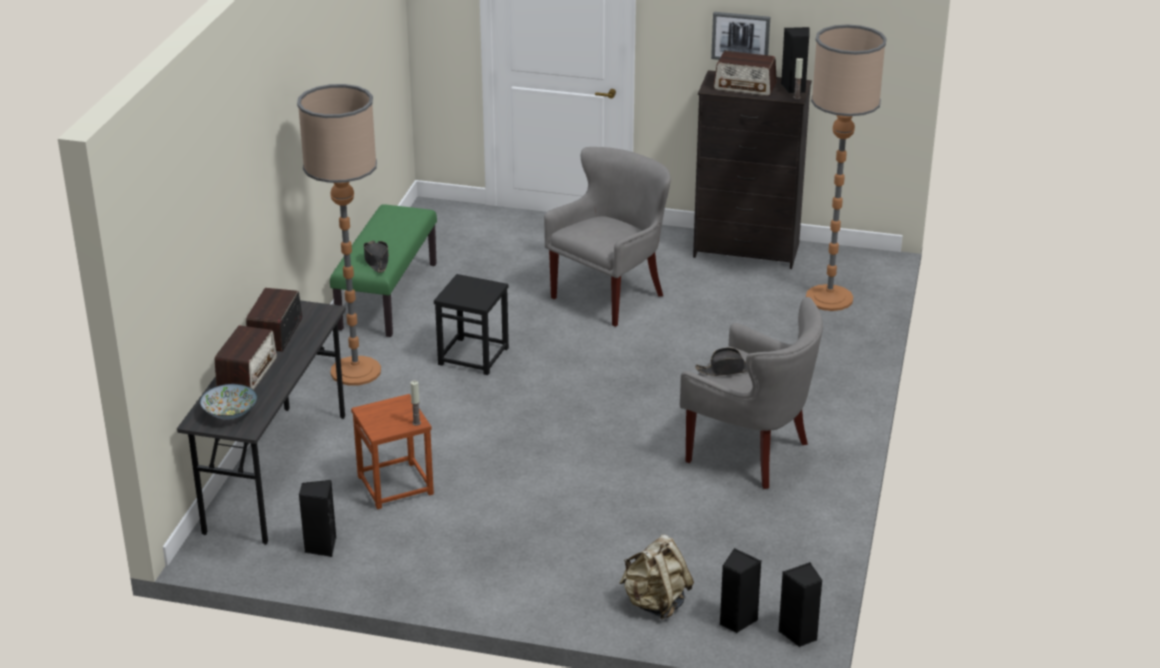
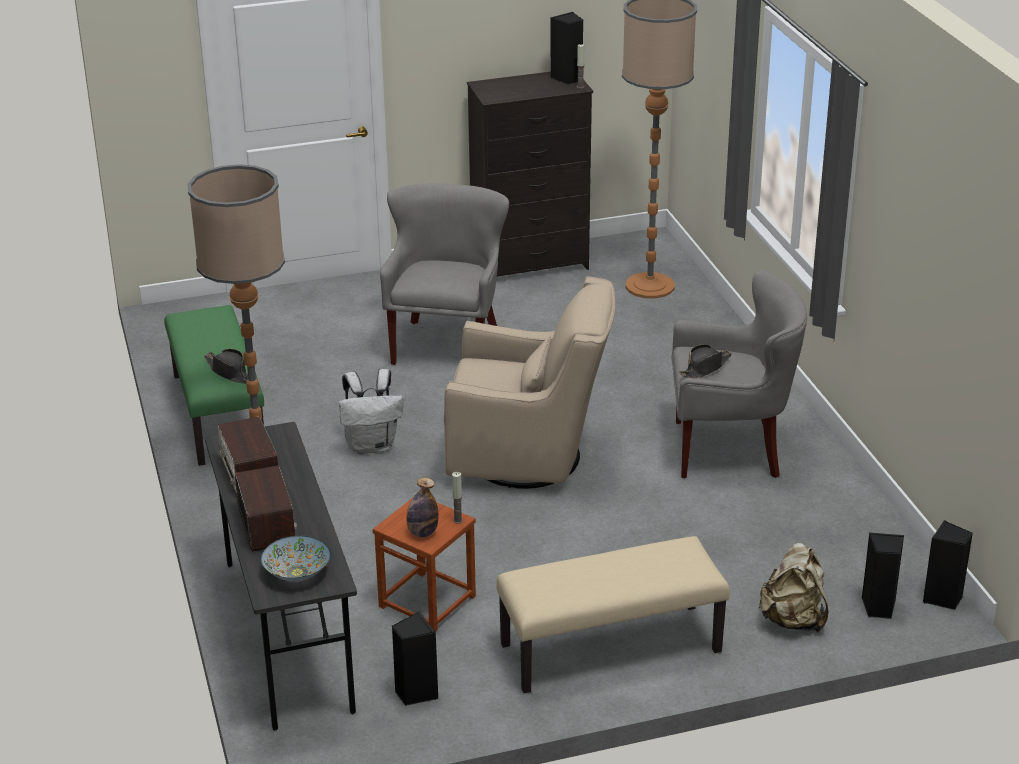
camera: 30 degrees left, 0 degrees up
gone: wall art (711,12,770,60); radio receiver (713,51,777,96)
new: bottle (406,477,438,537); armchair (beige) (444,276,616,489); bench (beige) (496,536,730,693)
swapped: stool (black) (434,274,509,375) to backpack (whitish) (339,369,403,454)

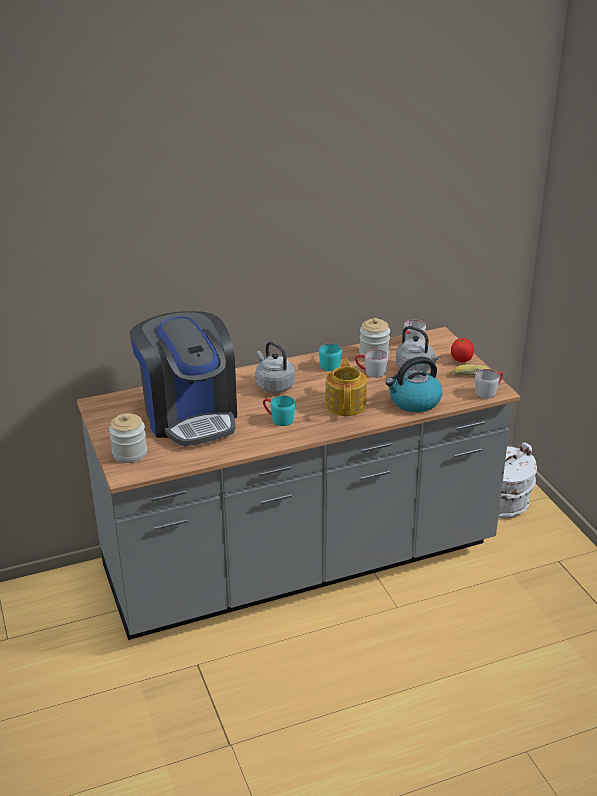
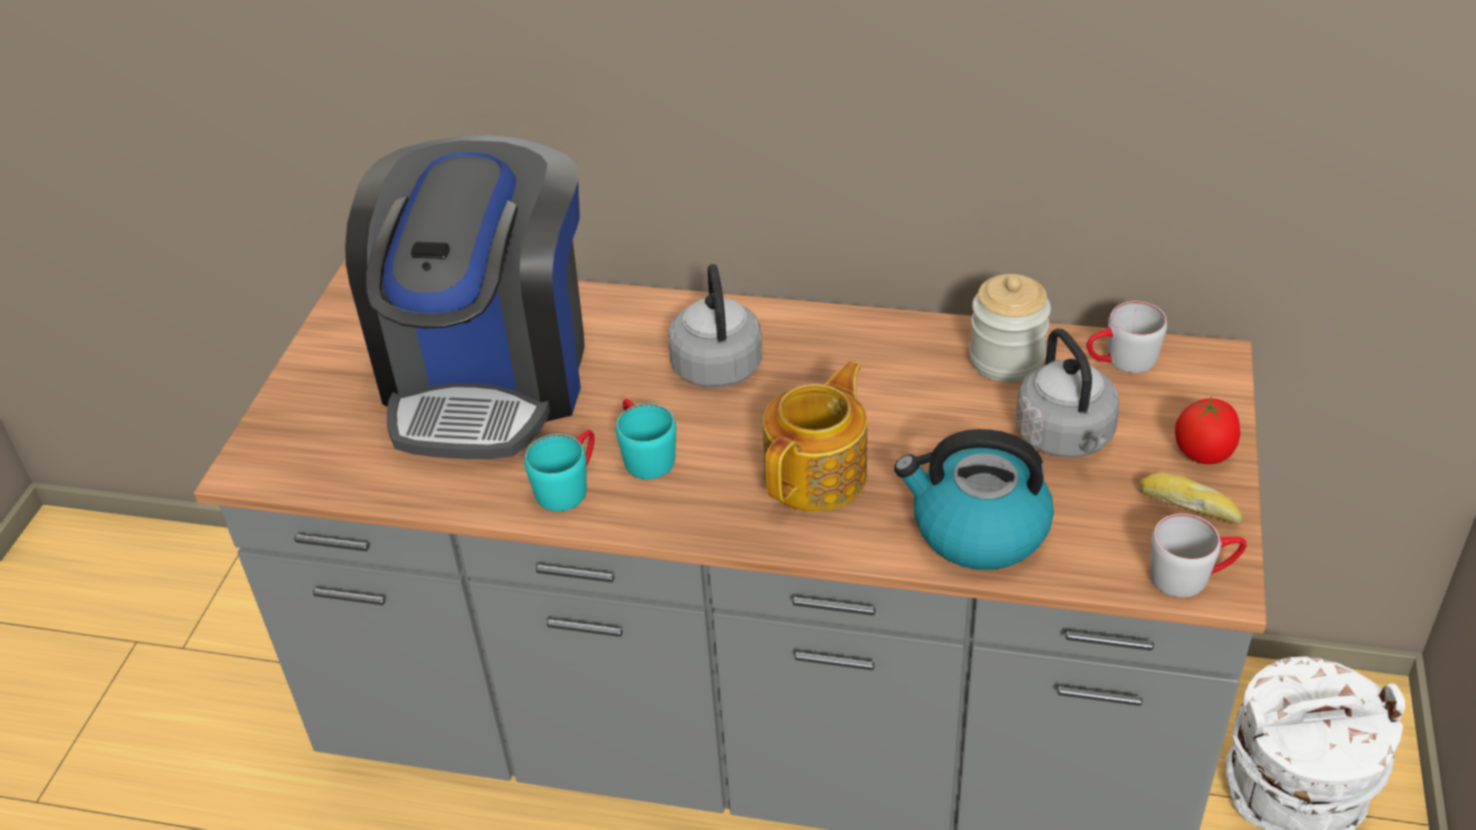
camera: 35 degrees right, 10 degrees up
gone: jar (109,413,147,463); coffee mug (grey) (355,349,388,378)
shifted: coffee mug (turquoise-coloured) (319,342,342,371) to (524,430,595,511)

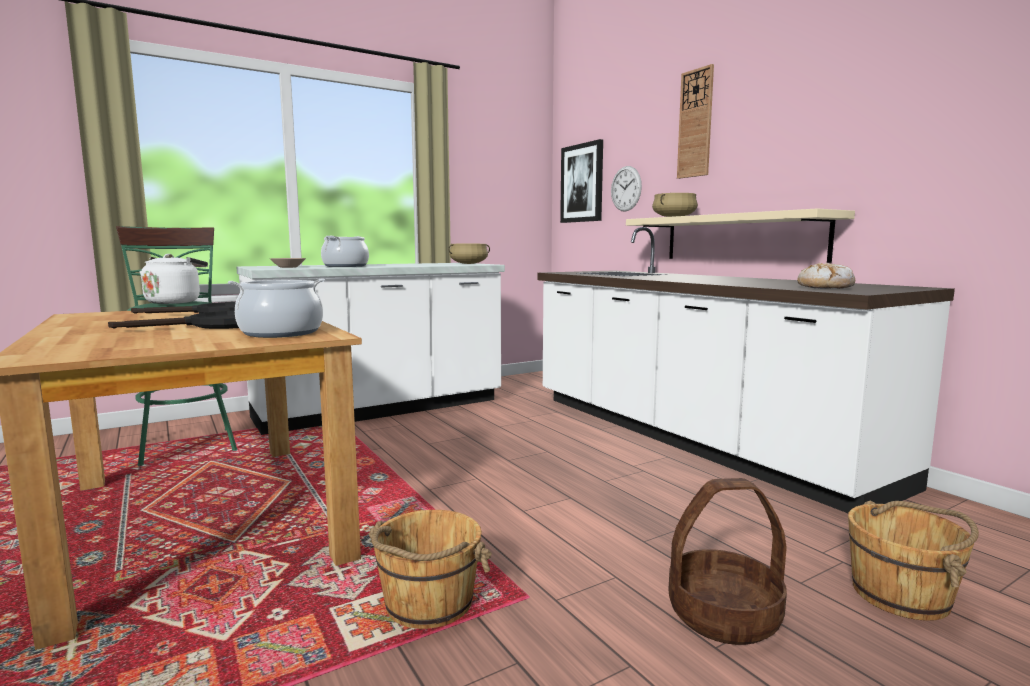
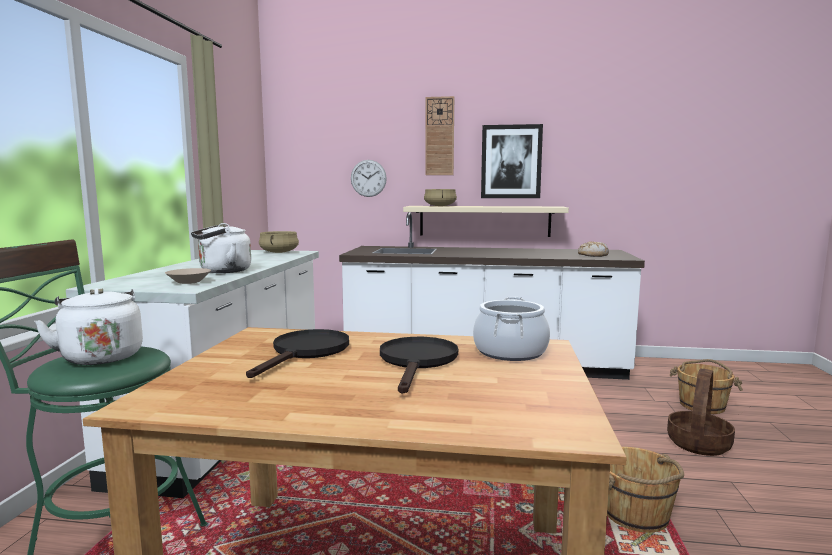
camera: 50 degrees left, 0 degrees up
shifted: wall art (560,139,603,223) to (481,124,543,198)
swapped: saucepot (321,236,369,267) to tea kettle (whitish) (191,223,251,273)

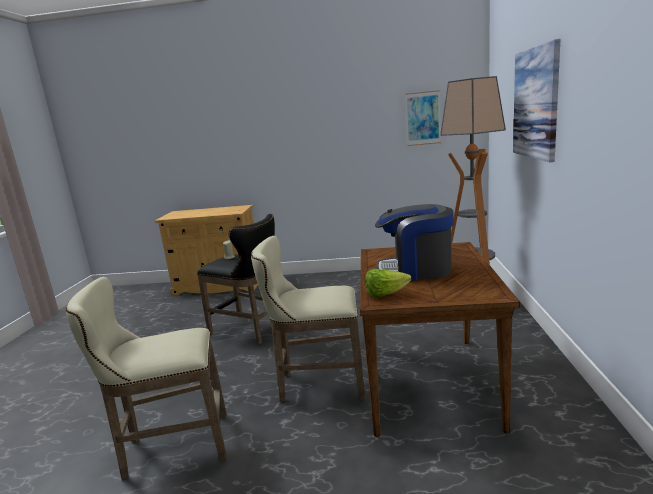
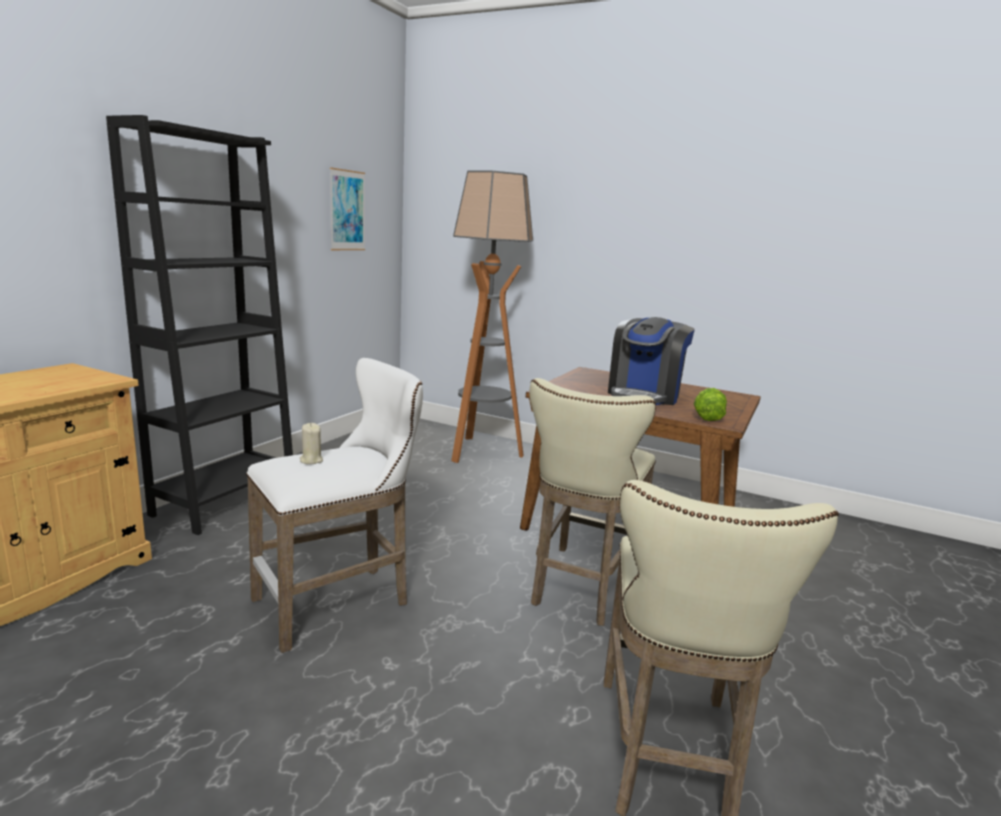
camera: 70 degrees left, 0 degrees up
gone: wall art (513,39,560,162)
new: bookcase (black) (106,115,293,535)
repainted: stool (black) (197,214,275,344) to stool (whitish) (246,358,423,653)

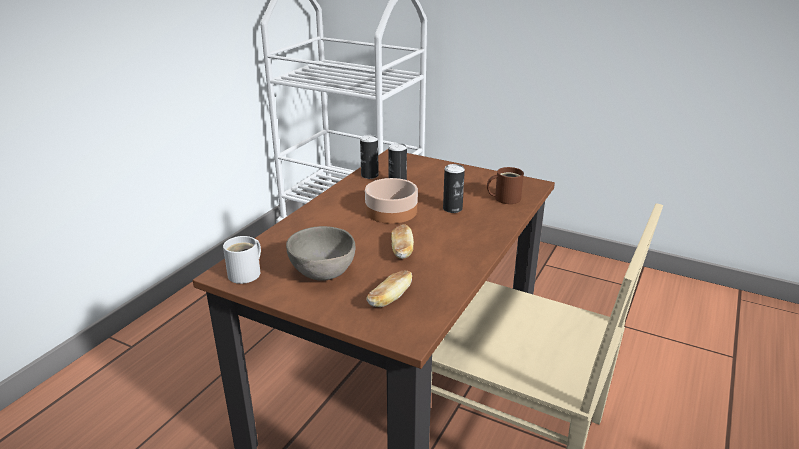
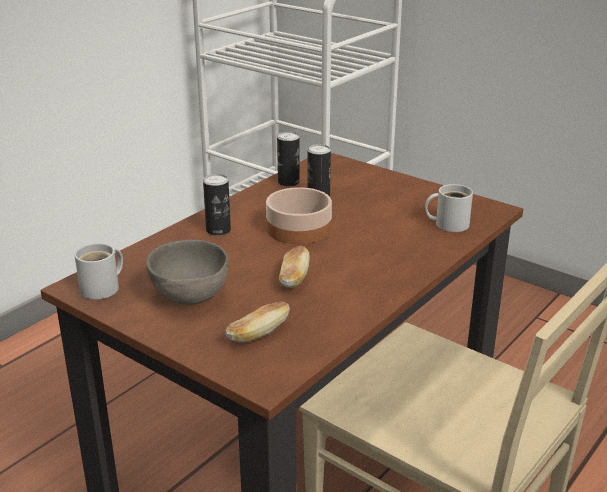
camera: 10 degrees right, 0 degrees up
shifted: sealed can (443,164,465,213) to (203,174,231,236)
repainted: coffee mug (brown) (487,167,524,204) to coffee mug (whitish) (425,184,473,232)

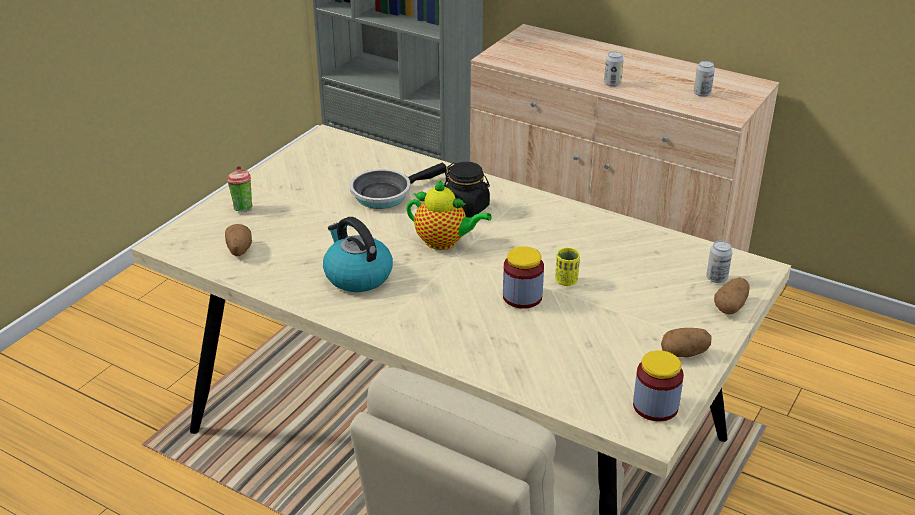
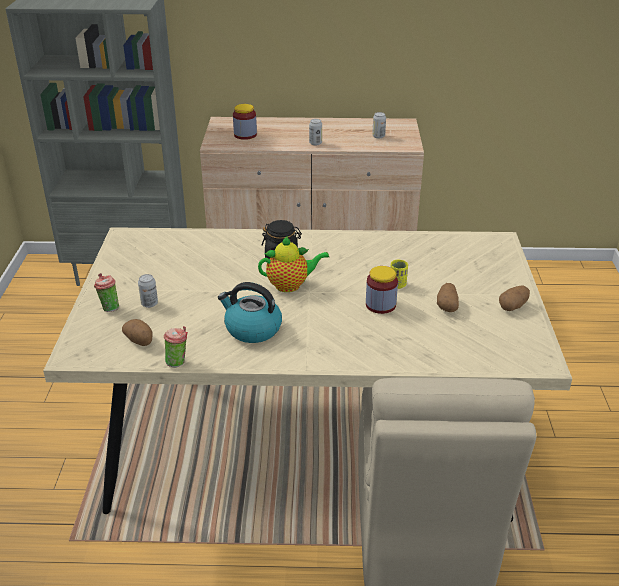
camera: 30 degrees left, 0 degrees up
gone: pan (350,162,447,209)
new: small cup (164,326,188,368)
shifted: jar (633,350,684,421) to (233,104,257,140); sealed can (706,241,733,283) to (138,274,158,308); whole potato (714,277,750,314) to (437,283,459,312)

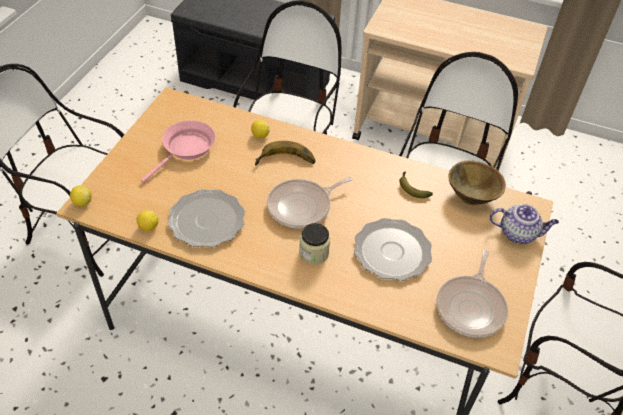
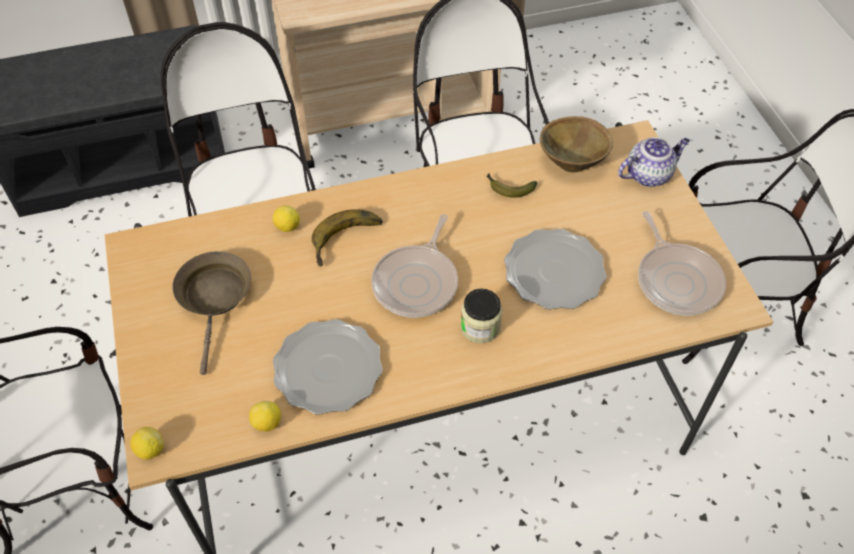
camera: 35 degrees left, 5 degrees up
repainted: pan (pink) (141,120,216,183) to pan (brown) (173,251,251,375)

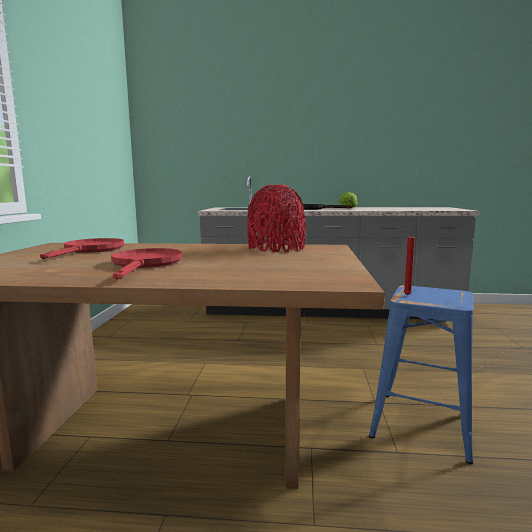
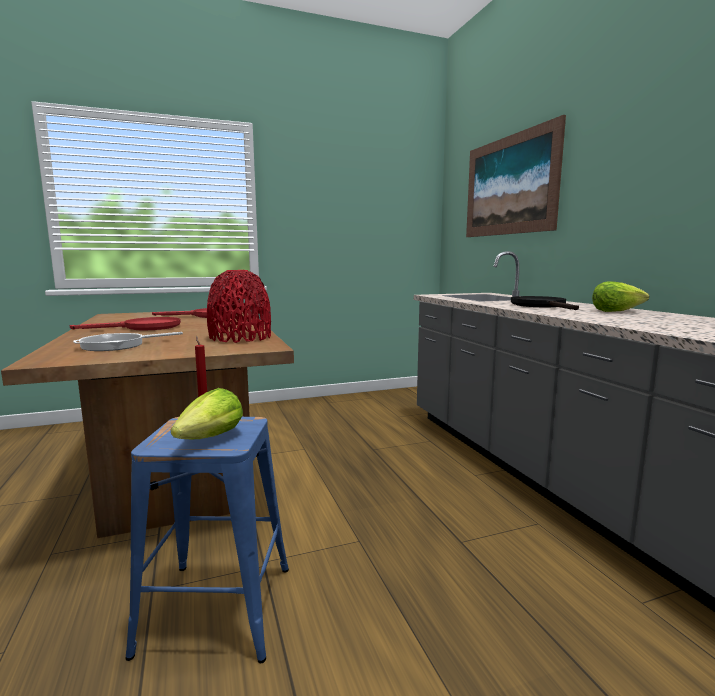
camera: 65 degrees right, 0 degrees up
new: pan (73,332,183,351); lettuce head (171,388,243,439); wall art (466,115,566,237)

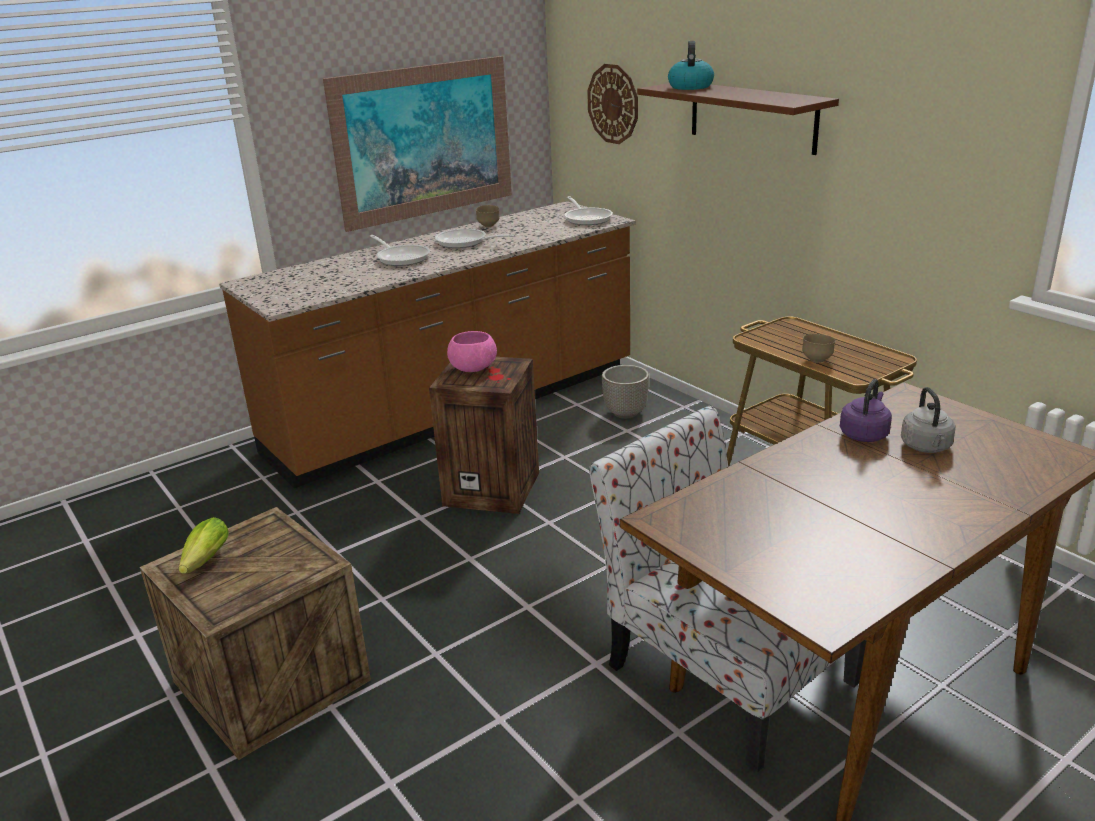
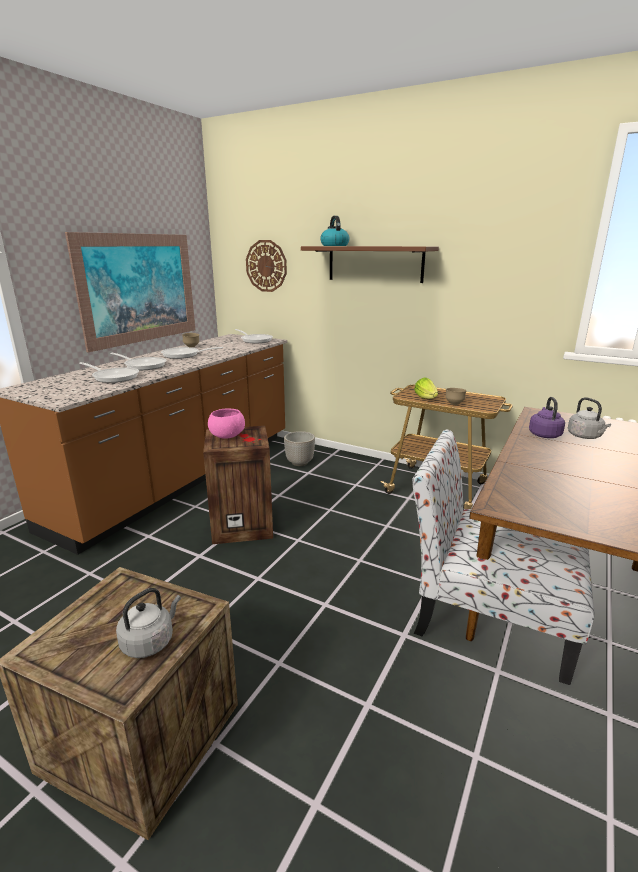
camera: 25 degrees left, 5 degrees down
new: pan (79,362,139,383); tea kettle (grey) (116,588,181,658)
shifted: lettuce head (179,517,229,574) to (414,377,438,399)

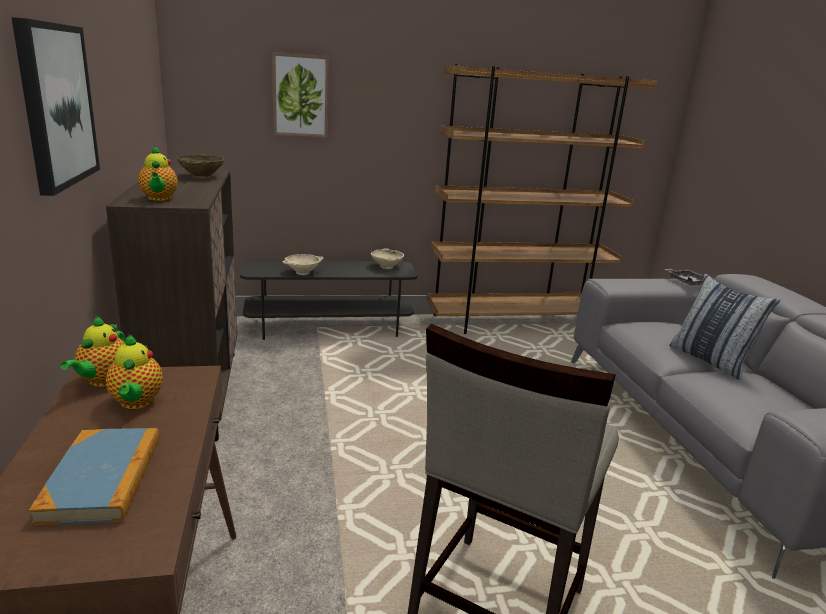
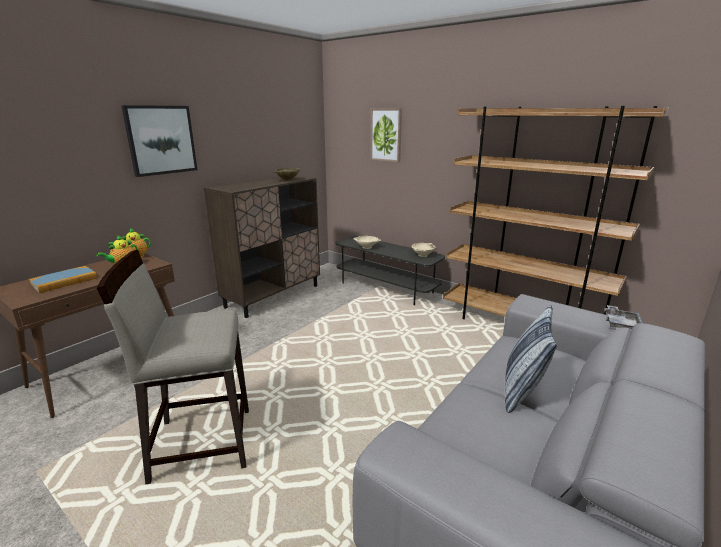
camera: 50 degrees right, 0 degrees up
gone: tea pot (138,145,178,201)

